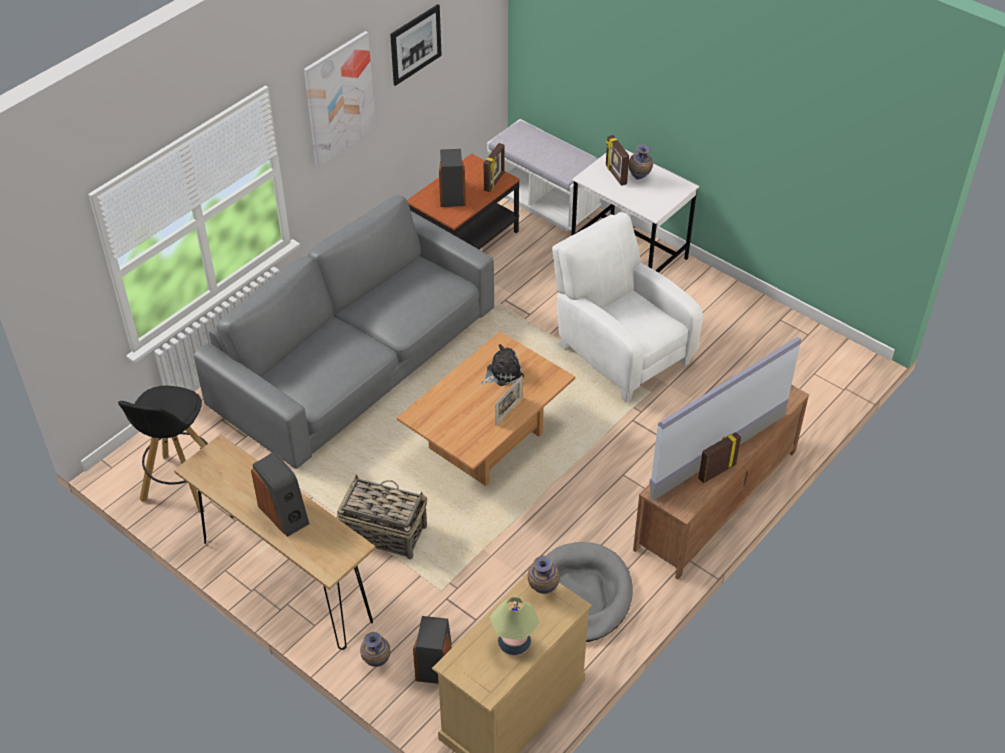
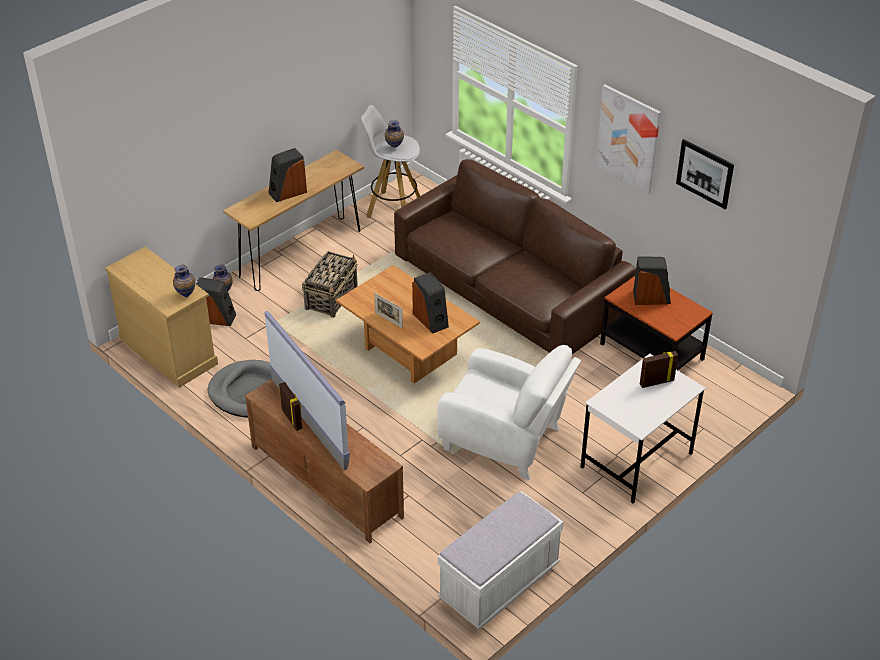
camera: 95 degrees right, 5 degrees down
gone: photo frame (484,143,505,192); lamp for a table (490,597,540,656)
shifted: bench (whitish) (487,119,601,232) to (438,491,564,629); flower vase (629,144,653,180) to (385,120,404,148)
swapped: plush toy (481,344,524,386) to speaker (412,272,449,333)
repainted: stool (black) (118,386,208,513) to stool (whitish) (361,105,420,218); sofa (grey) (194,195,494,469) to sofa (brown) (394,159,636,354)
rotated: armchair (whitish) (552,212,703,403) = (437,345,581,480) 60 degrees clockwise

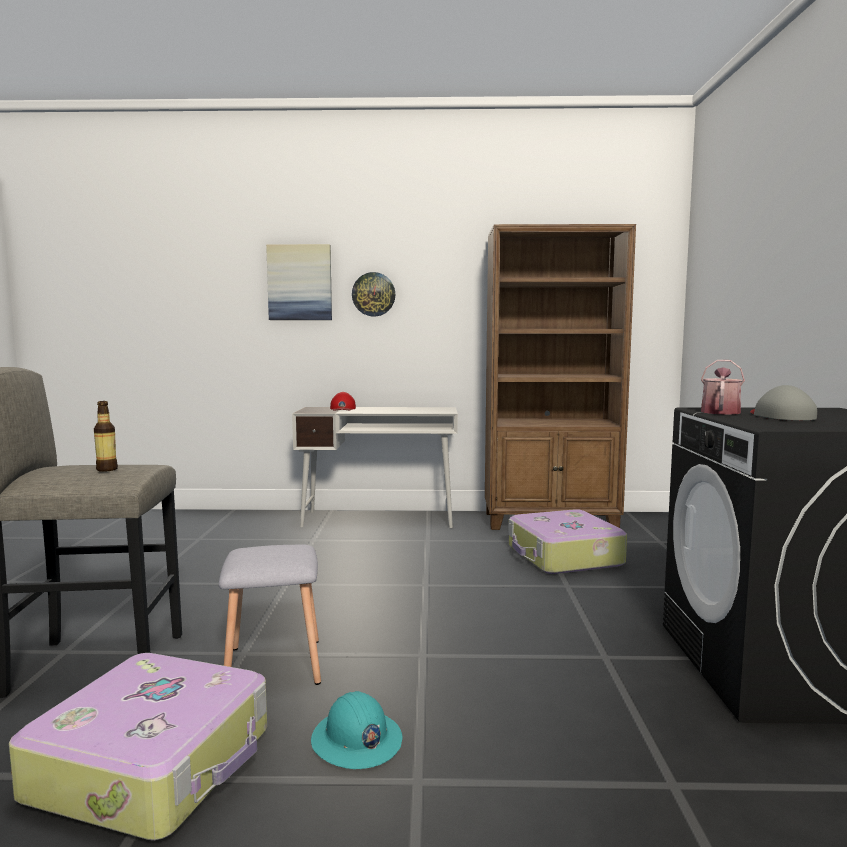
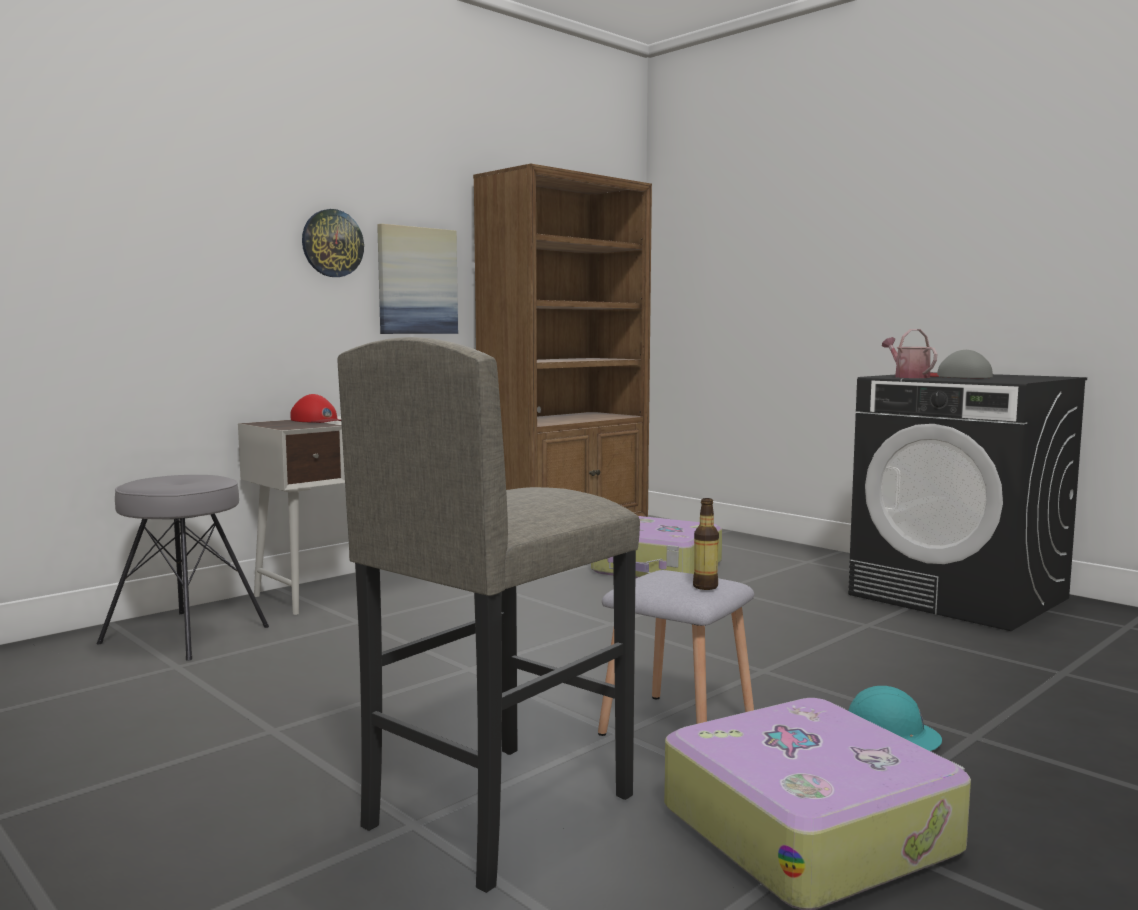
camera: 45 degrees left, 0 degrees up
new: stool (grey) (97,475,269,661)
shifted: bottle (94,401,118,472) to (693,498,719,590); wall art (266,244,332,320) to (377,224,458,334)

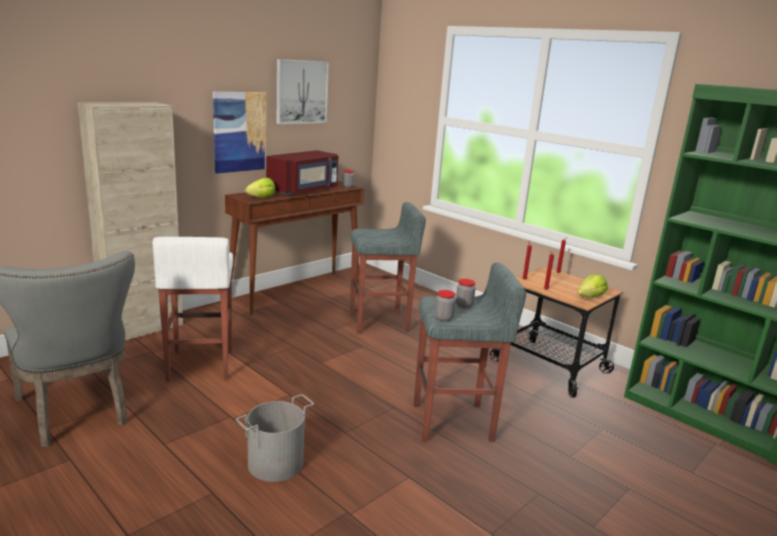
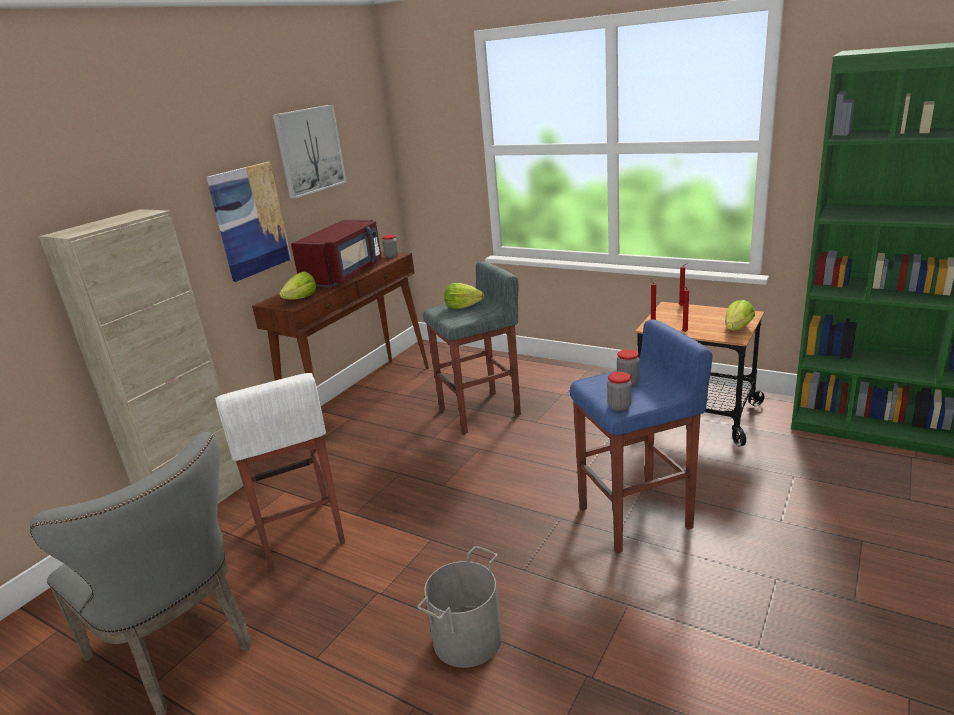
camera: 10 degrees left, 5 degrees up
new: lettuce head (444,283,484,309)
repainted: stool (grey) (414,262,526,442) to stool (bluish) (570,320,712,553)

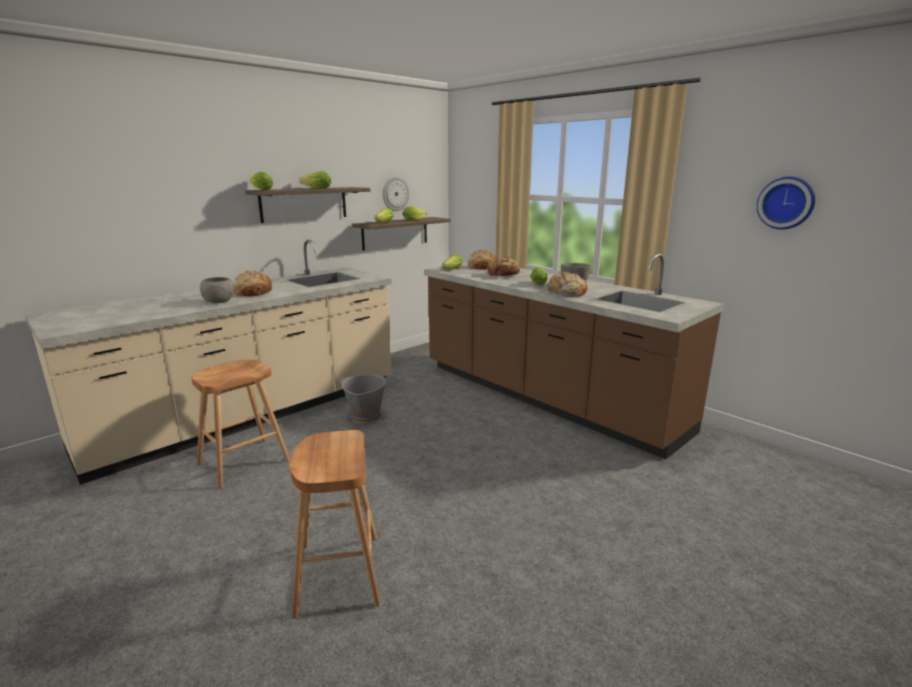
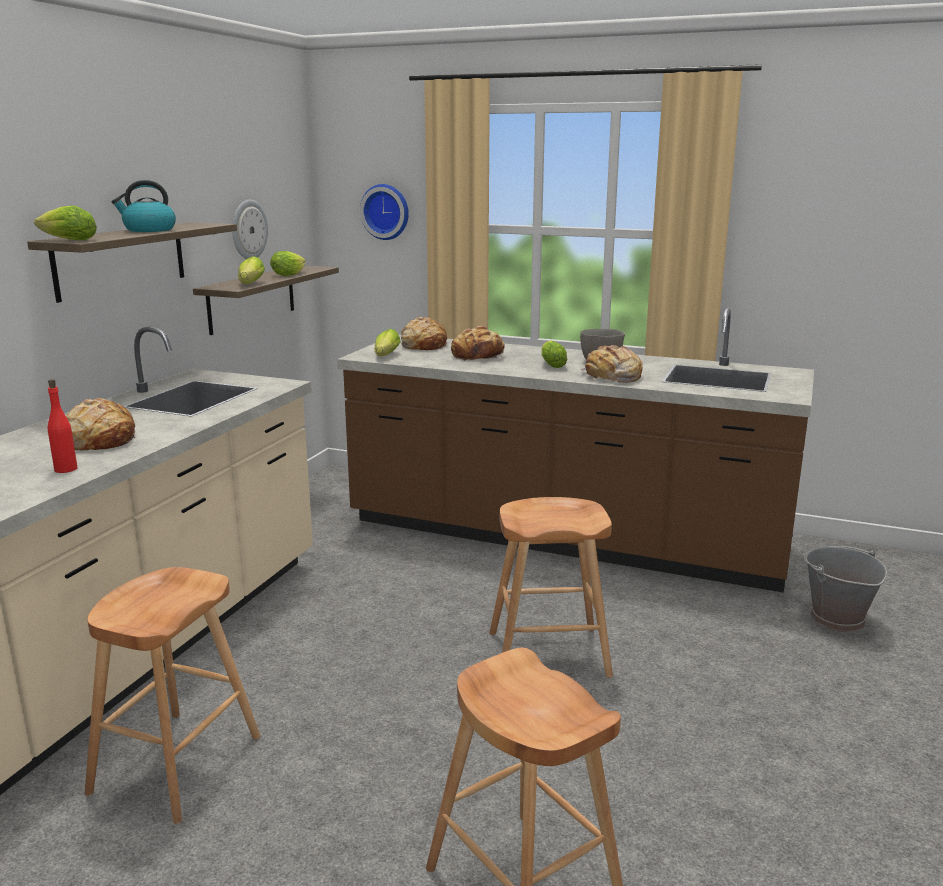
camera: 25 degrees left, 0 degrees up
new: stool (brown) (489,497,613,678)
shifted: bucket (grey) (340,375,388,423) to (804,546,887,633); wall clock (757,177,815,229) to (360,184,409,240)
swapped: deep dish (grey) (200,277,235,303) to bottle (red) (48,379,78,473); lettuce head (299,171,331,188) to tea kettle (111,180,176,232)

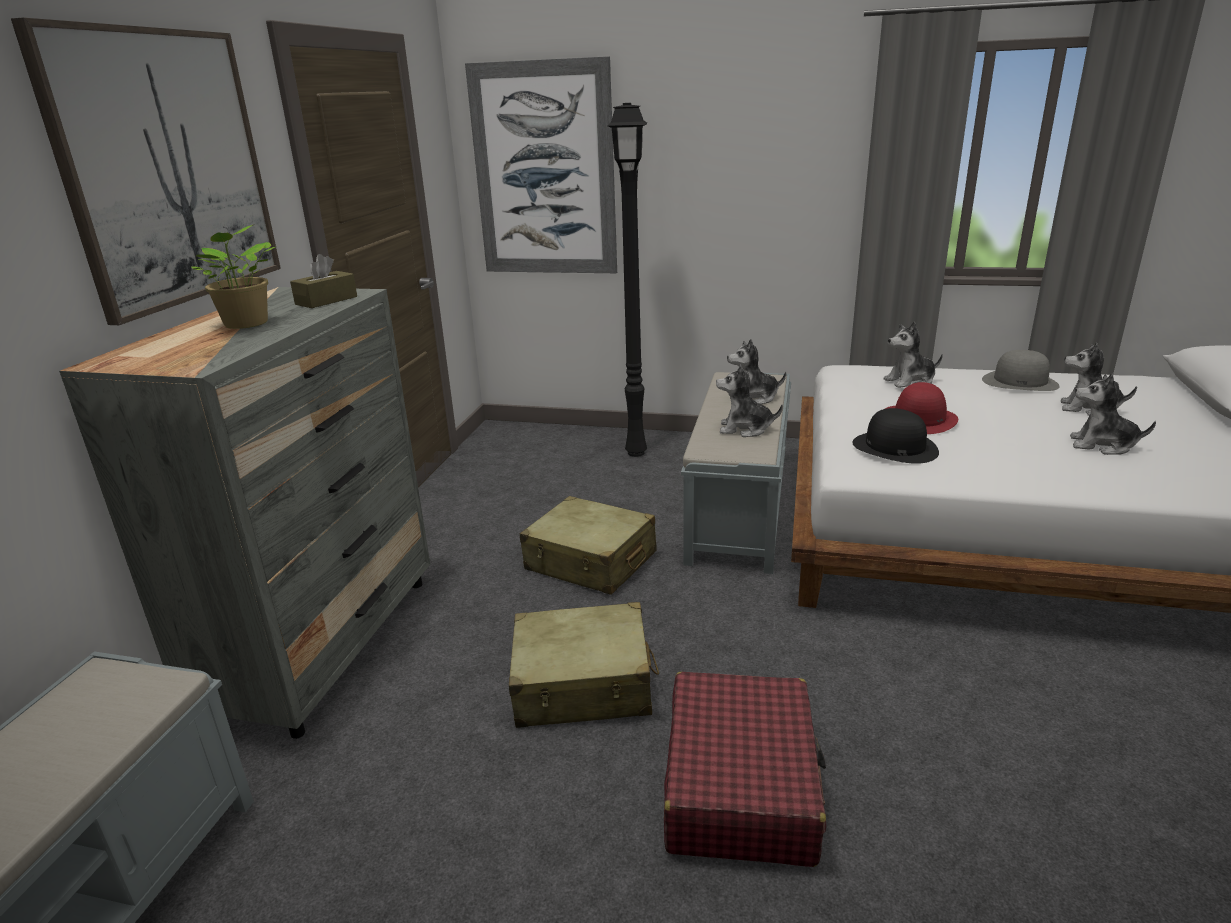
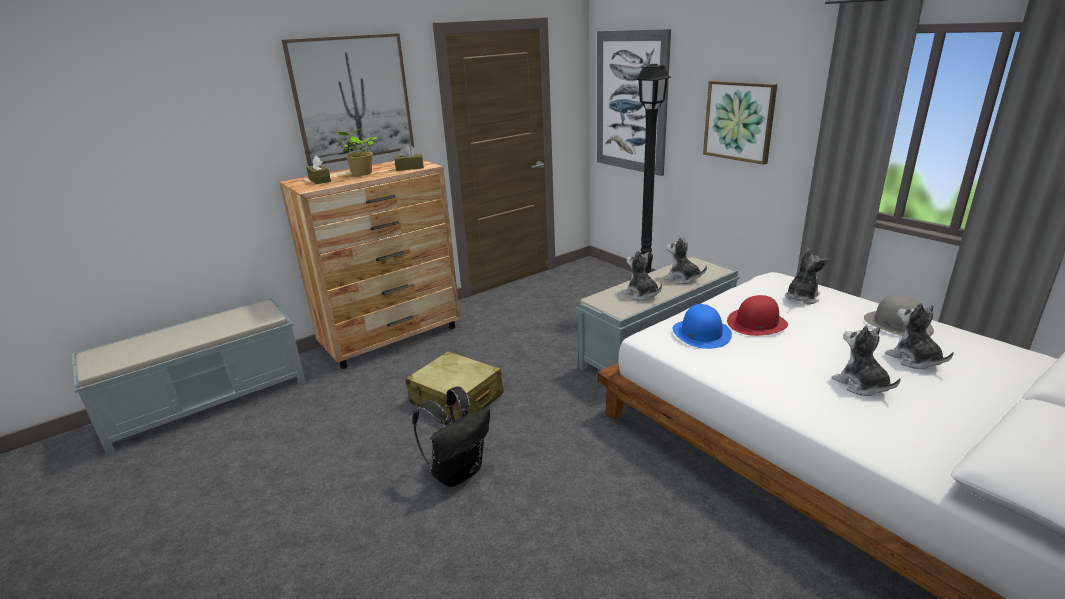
camera: 40 degrees right, 0 degrees up
gone: travel case (beige) (520,496,657,595)
new: tissue box (brown) (306,156,331,184); wall art (703,81,777,165)
swapped: travel case (red) (664,672,826,867) to backpack (black) (413,386,490,487)
repainted: chest of drawers (grey) (59,287,430,739) to chest of drawers (brown) (279,160,460,369); clothing hat (black) (852,408,939,464) to clothing hat (bluish) (673,304,732,349)
rotated: plush toy (884,322,943,388) = (785,248,828,304) 105 degrees clockwise

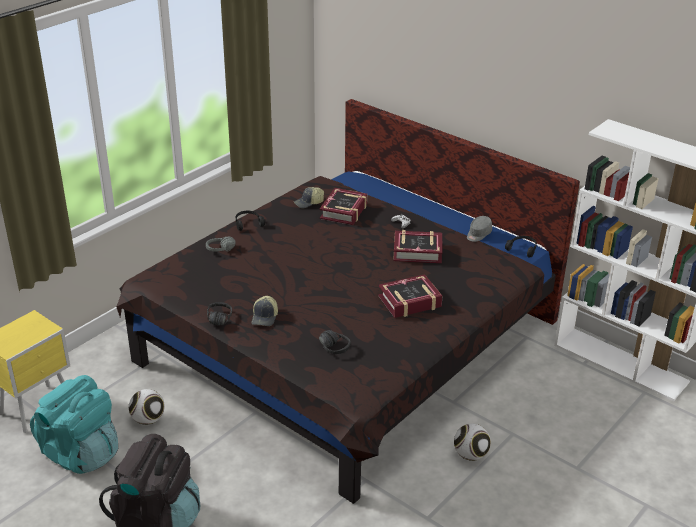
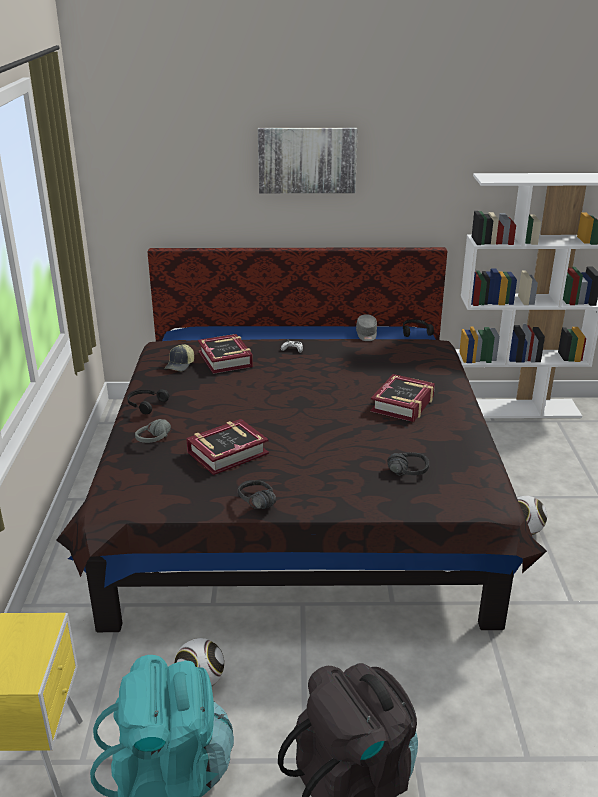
camera: 40 degrees left, 5 degrees down
gone: peaked cap (251,296,278,326)
new: wall art (258,128,358,193)
shifted: bound book (393,230,443,263) to (186,419,269,475)

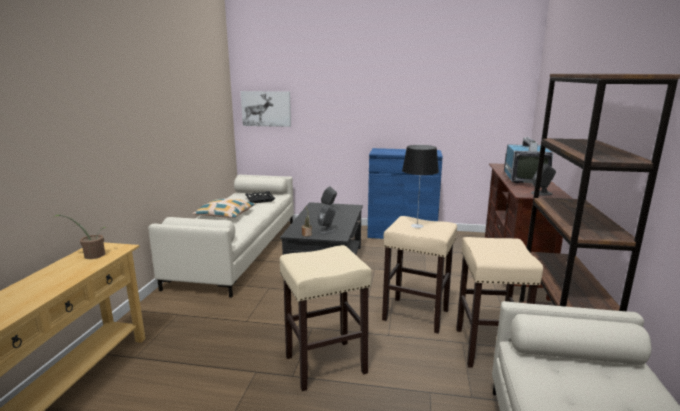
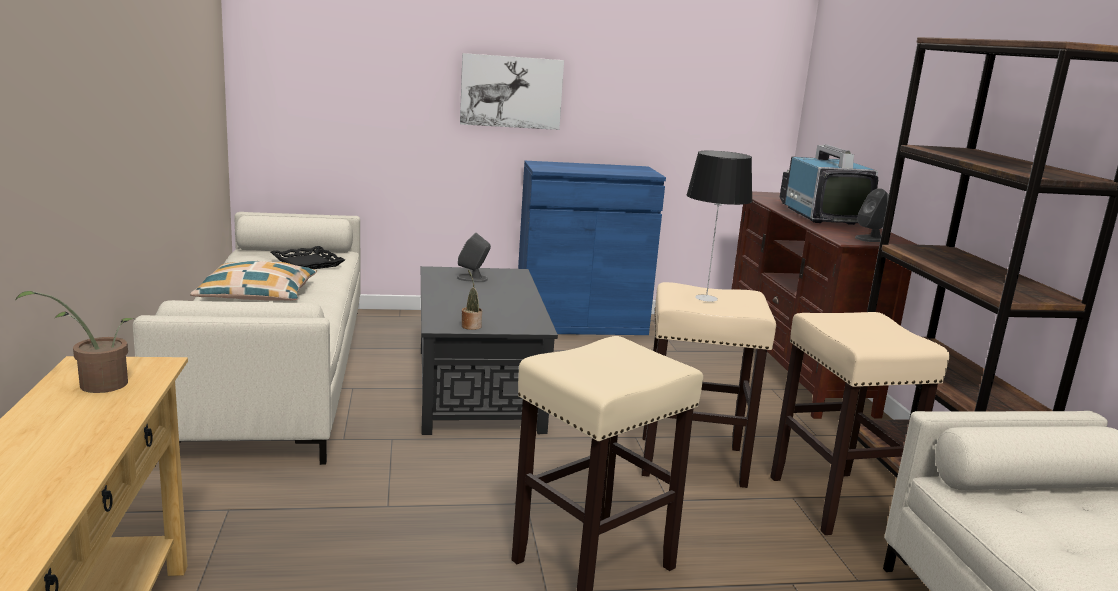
camera: 20 degrees left, 0 degrees up
gone: speaker (grey) (318,204,336,234)
shifted: wall art (241,91,291,127) to (460,53,564,130)

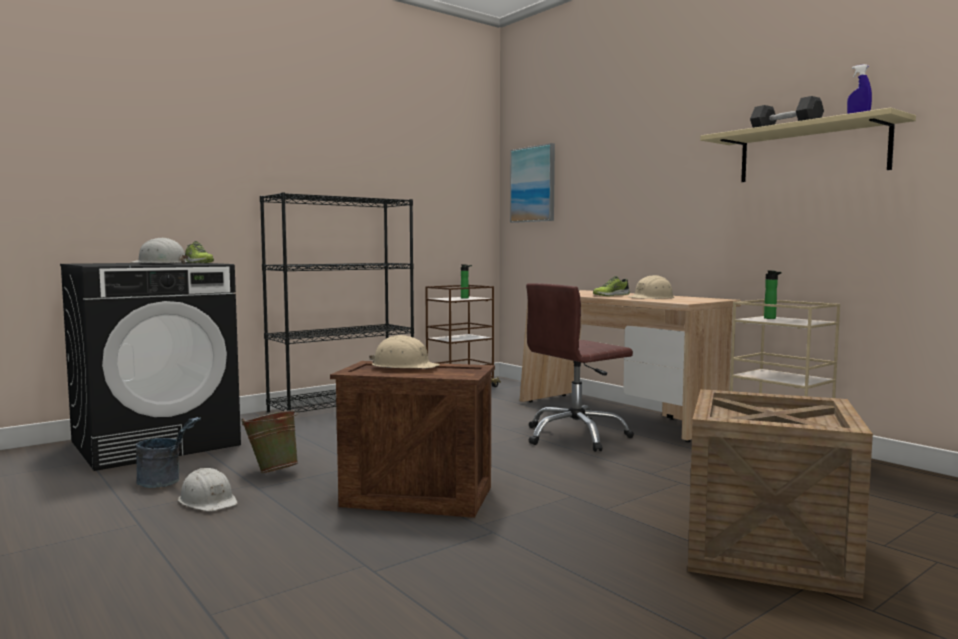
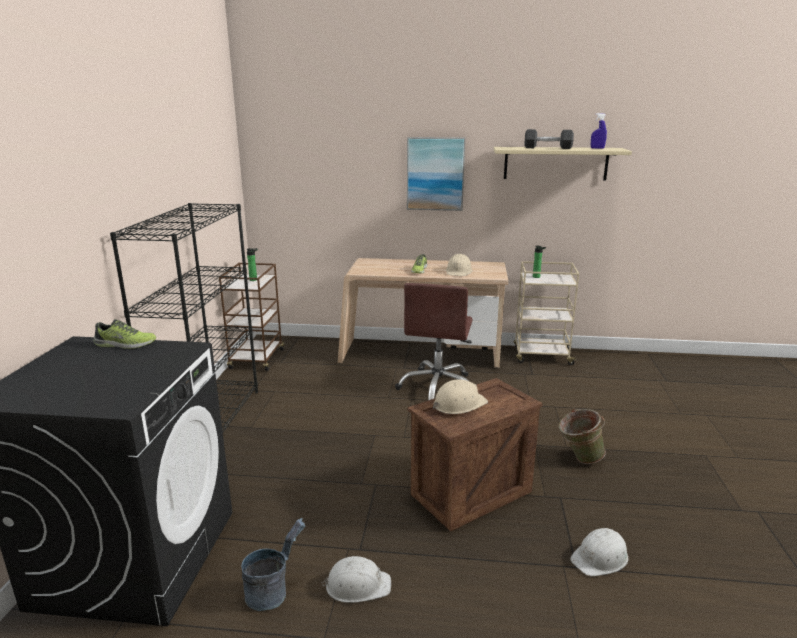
camera: 45 degrees left, 15 degrees up
gone: crate (688,389,873,599)
shifted: hard hat (whitish) (132,238,189,264) to (570,528,628,576); bucket (green-coloured) (241,410,298,473) to (559,408,606,464); wall art (510,143,555,223) to (407,137,465,211)

